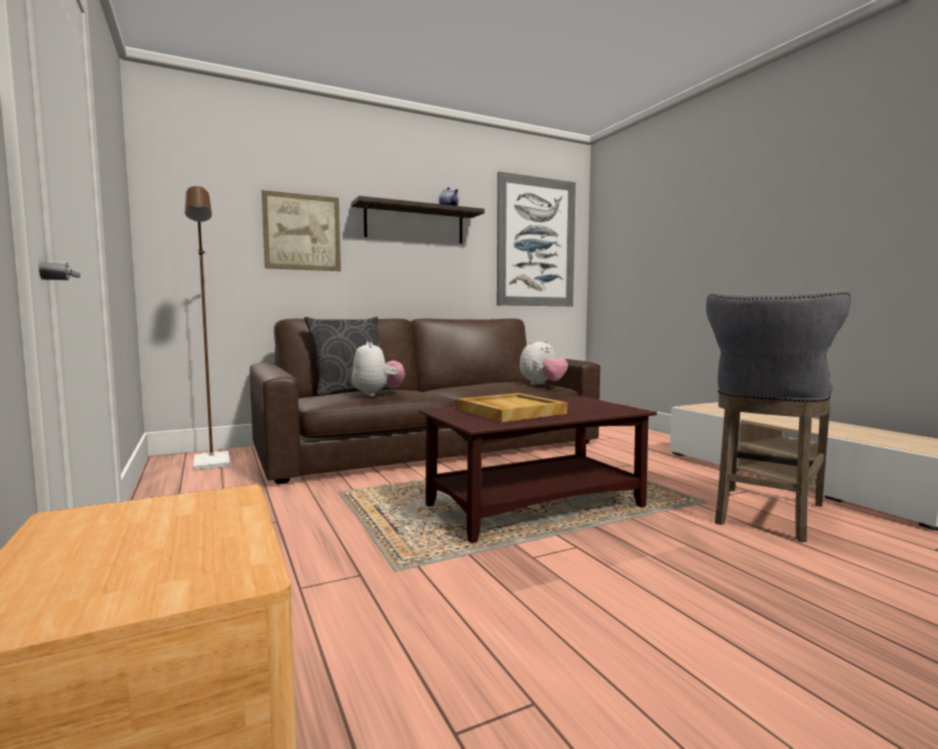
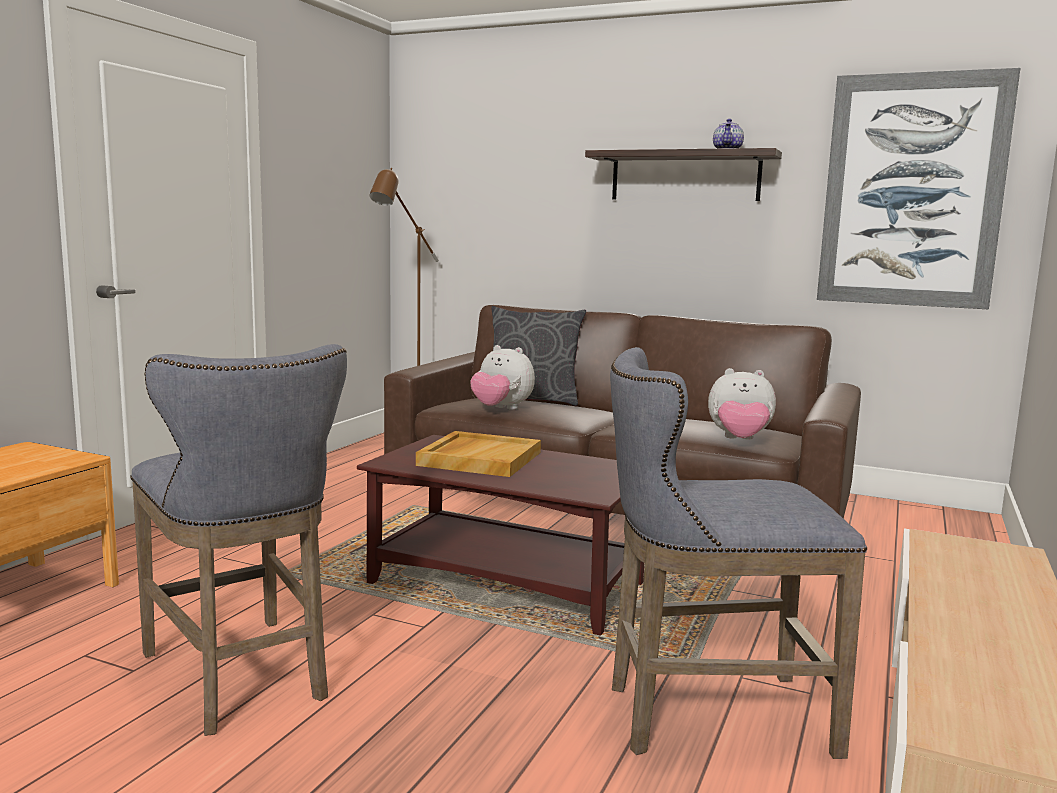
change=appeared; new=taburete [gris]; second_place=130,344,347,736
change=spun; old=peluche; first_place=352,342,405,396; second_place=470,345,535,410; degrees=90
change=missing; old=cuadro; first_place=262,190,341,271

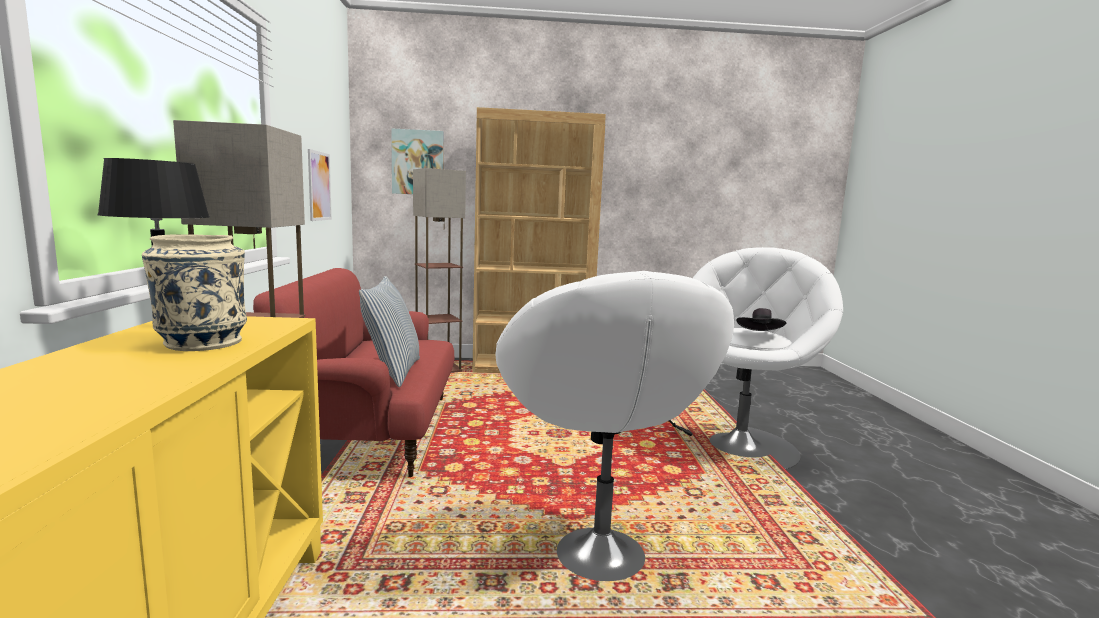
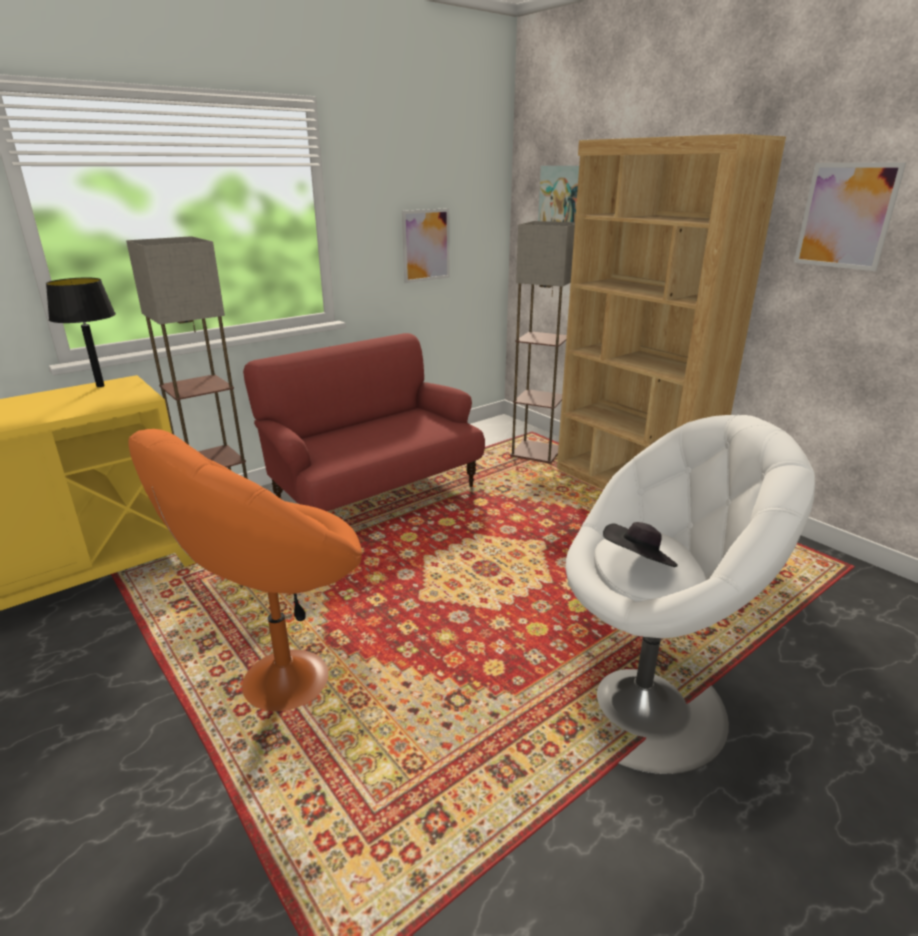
change=colour; old=sillón [blanco]; new=sillón [naranja]; first_place=495,271,734,581; second_place=128,429,362,711
change=appeared; new=cuadro; second_place=794,162,906,271
change=missing; old=florero [beis]; first_place=142,234,247,351
change=missing; old=cojín; first_place=359,276,420,387

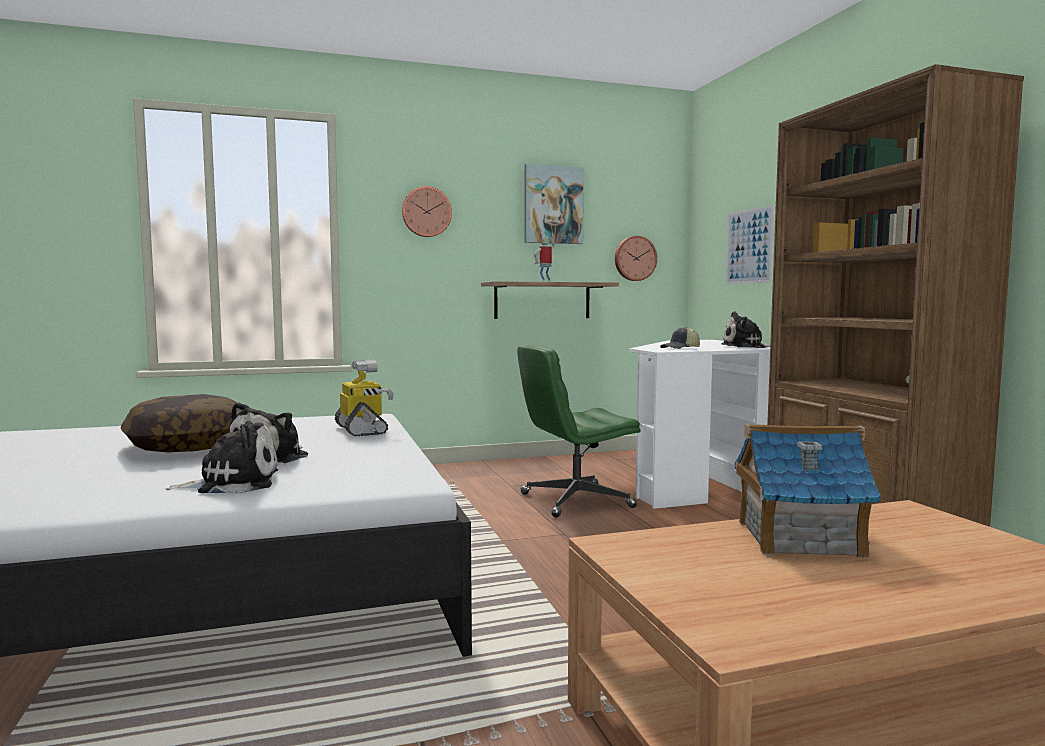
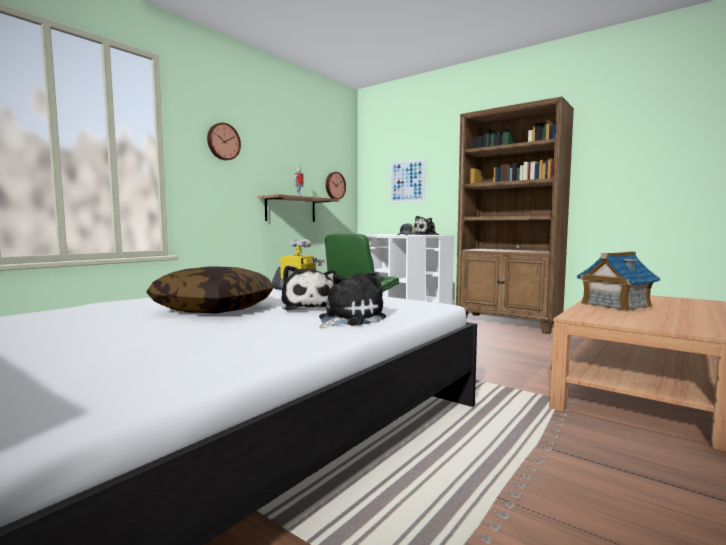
change=missing; old=cuadro; first_place=524,164,584,244

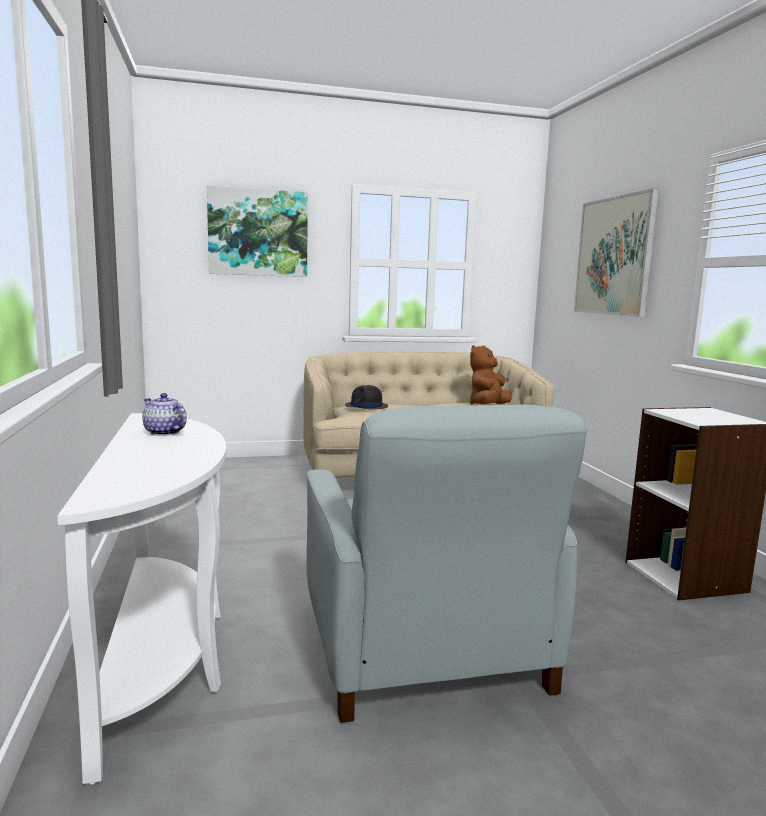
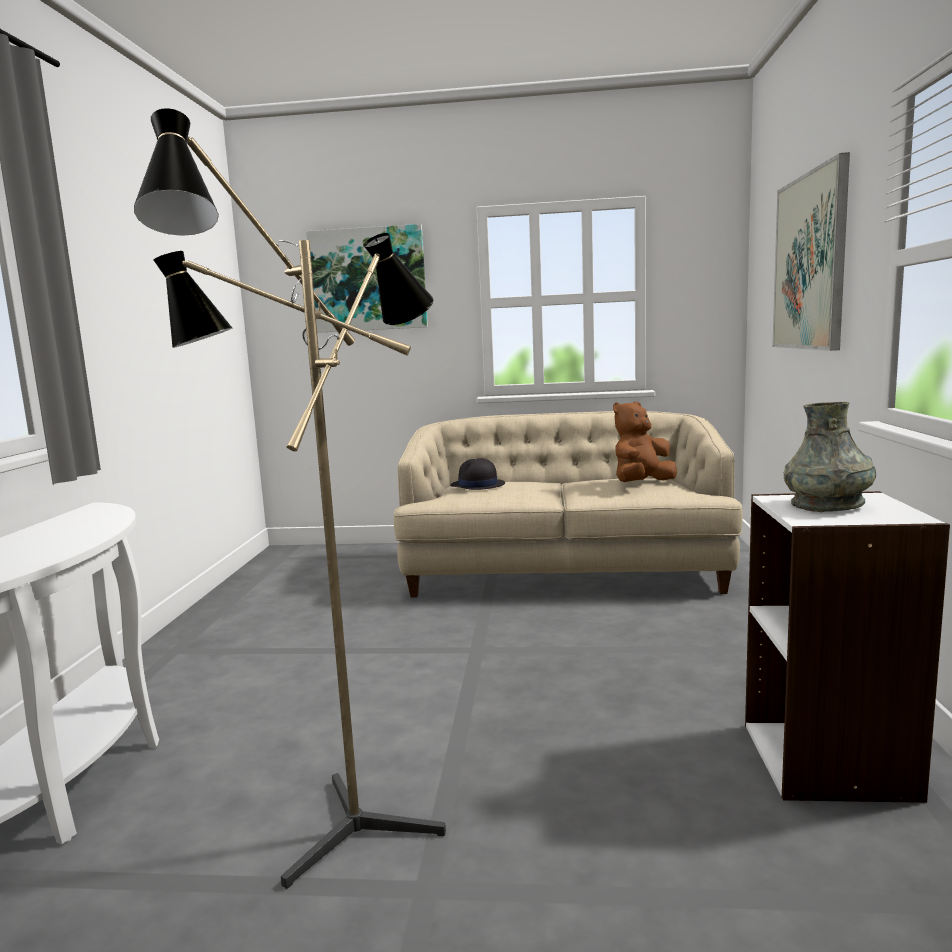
change=exchanged; old=sillón [gris]; new=lámpara de pie; first_place=306,405,587,723; second_place=134,108,446,889
change=appeared; new=florero [gris]; second_place=784,402,876,512
change=missing; old=tetera; first_place=142,393,187,436

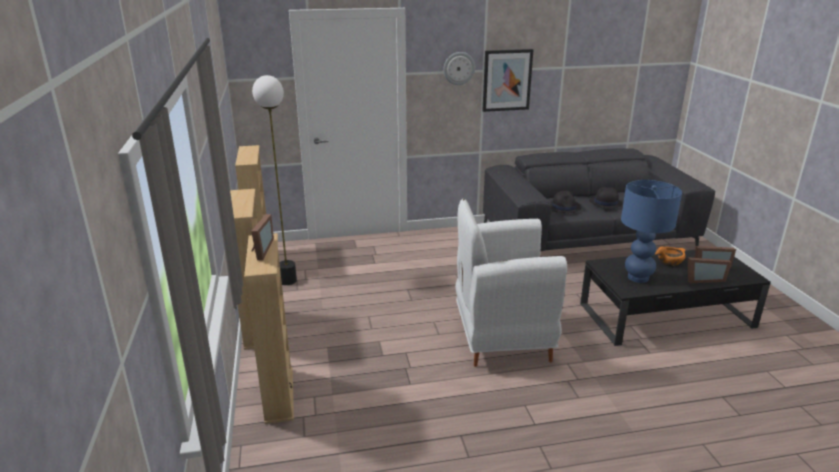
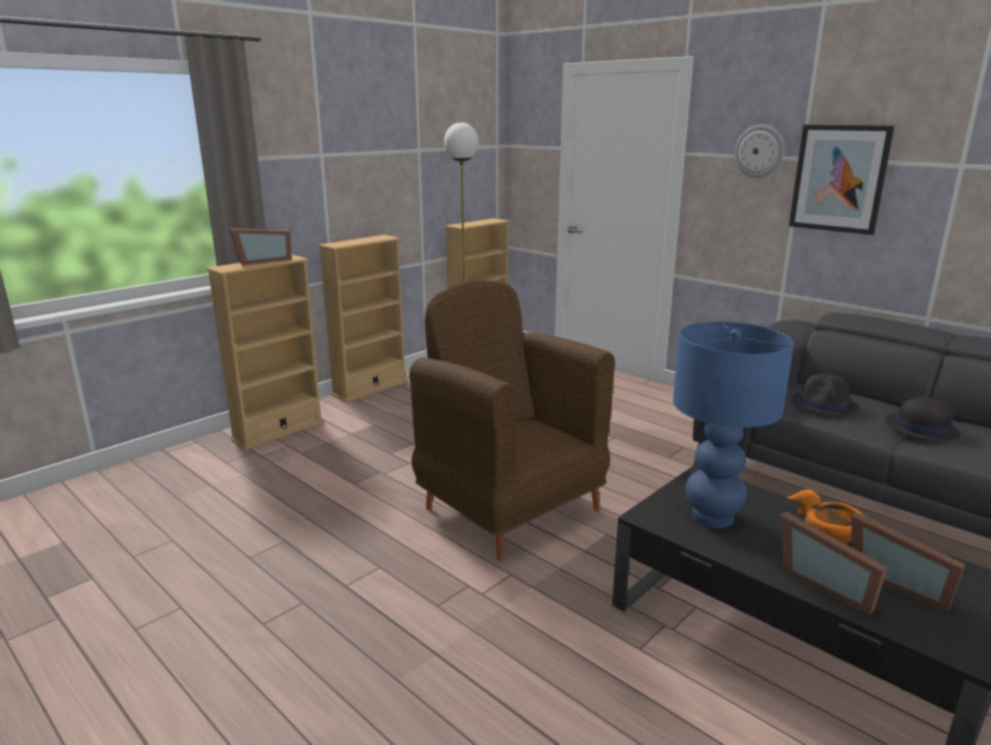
change=colour; old=sillón [blanco]; new=sillón [marrón]; first_place=455,199,567,367; second_place=409,280,615,560

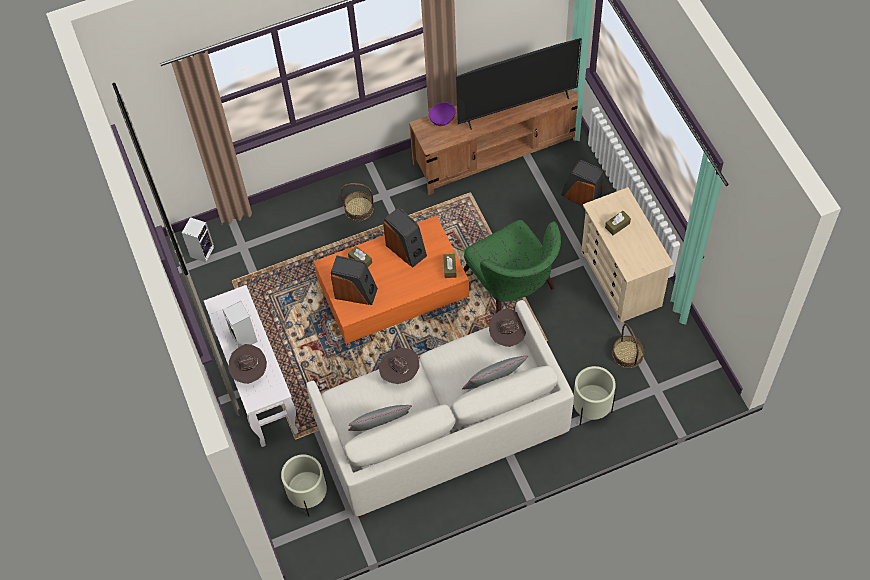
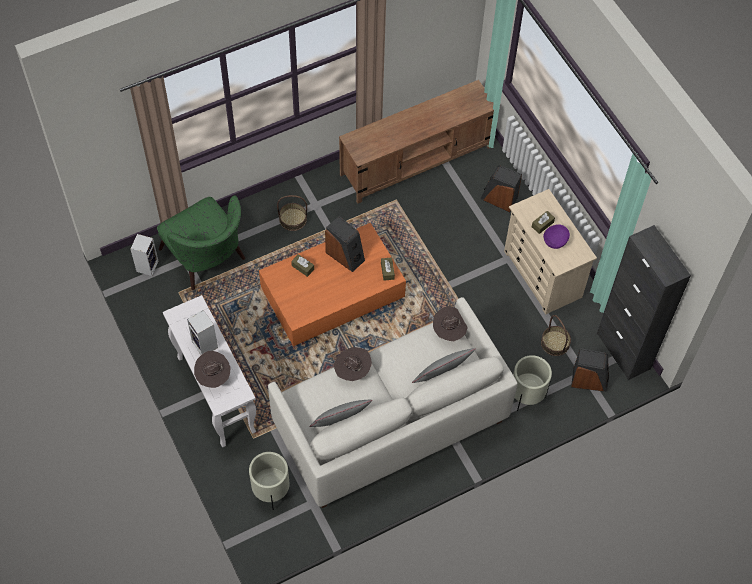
change=relocated; old=sillón [verde]; first_place=463,220,561,313; second_place=157,195,245,290
change=relocated; old=cuenco [morado]; first_place=428,102,456,126; second_place=543,224,570,249
change=relocated; old=altavoz; first_place=331,256,378,305; second_place=571,348,609,392
change=appeared; new=armario [negro]; second_place=597,225,691,380
change=missing; old=televisor; first_place=456,38,582,130

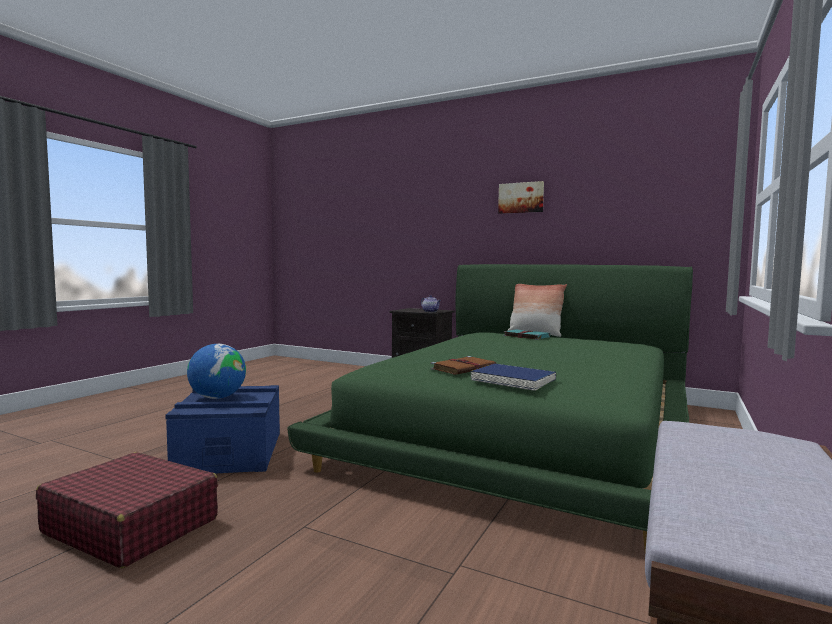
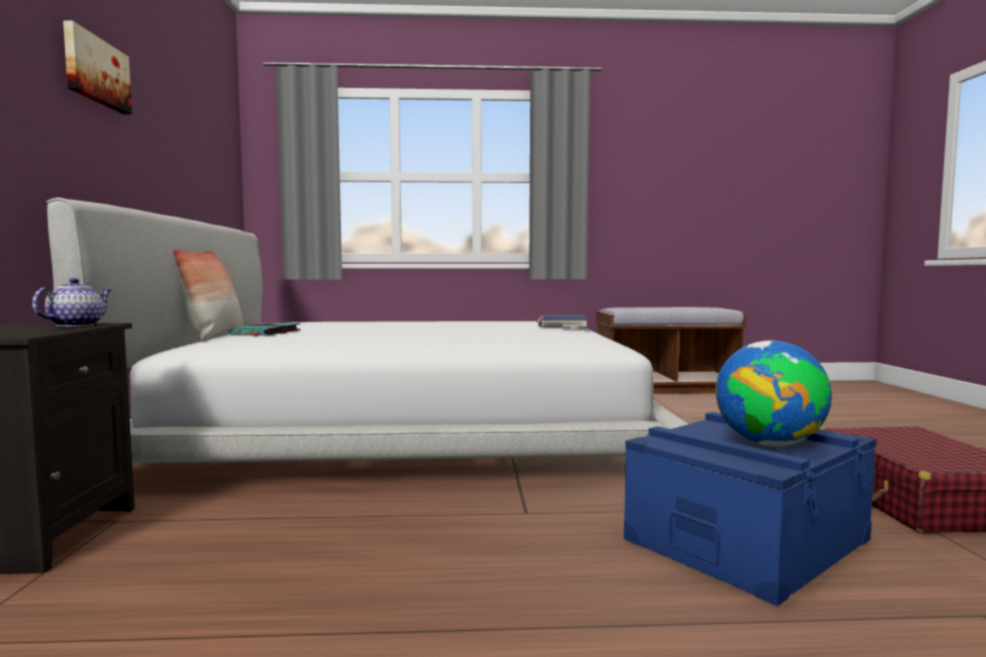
change=colour; old=cama [verde]; new=cama [blanco]; first_place=287,264,693,552; second_place=46,197,688,463
change=missing; old=libro [marrón]; first_place=431,356,496,375

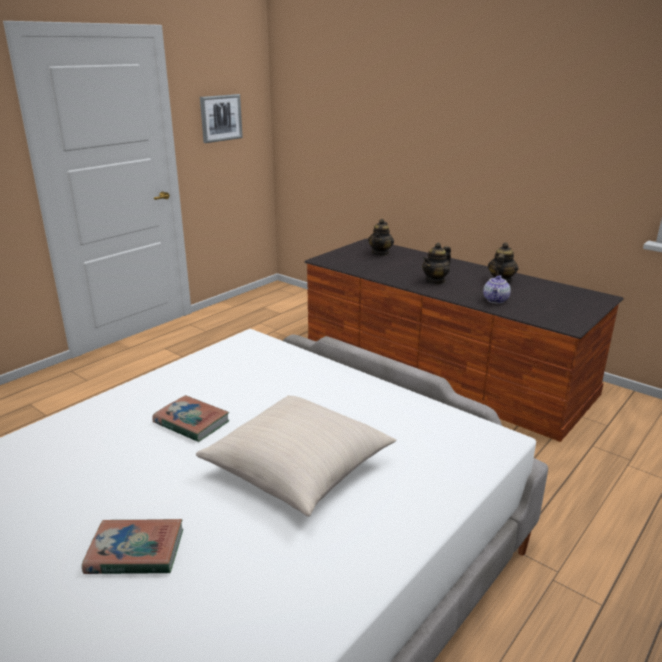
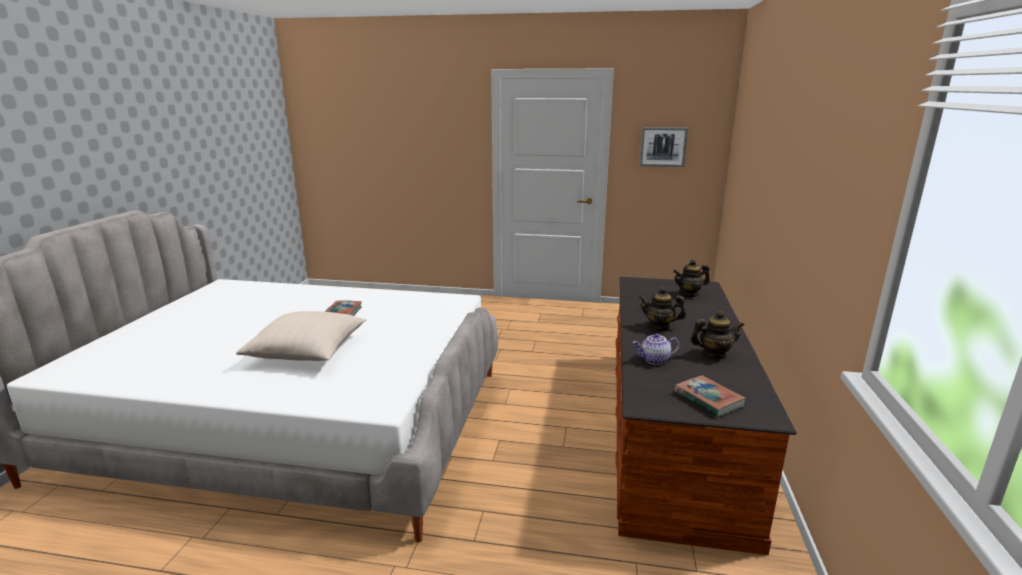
change=relocated; old=libro; first_place=82,519,183,574; second_place=674,375,746,417

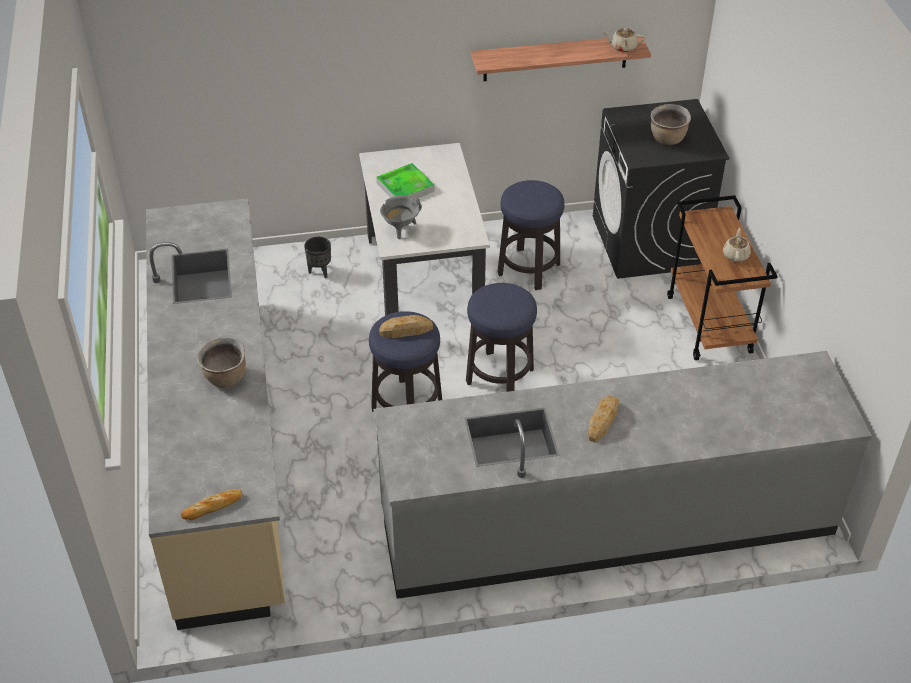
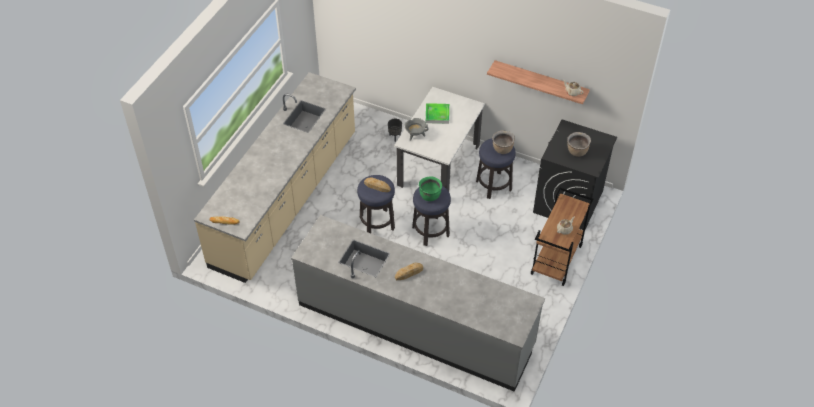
change=appeared; new=olla [verde]; second_place=419,176,442,201
change=relocated; old=olla [marrón]; first_place=197,337,246,387; second_place=492,131,515,154

